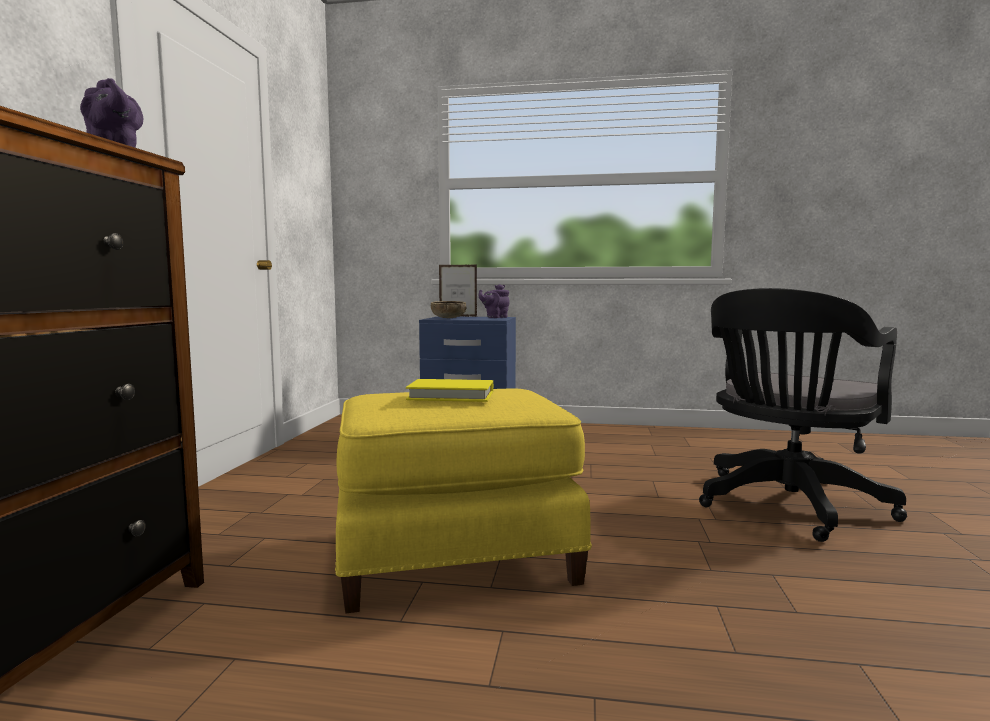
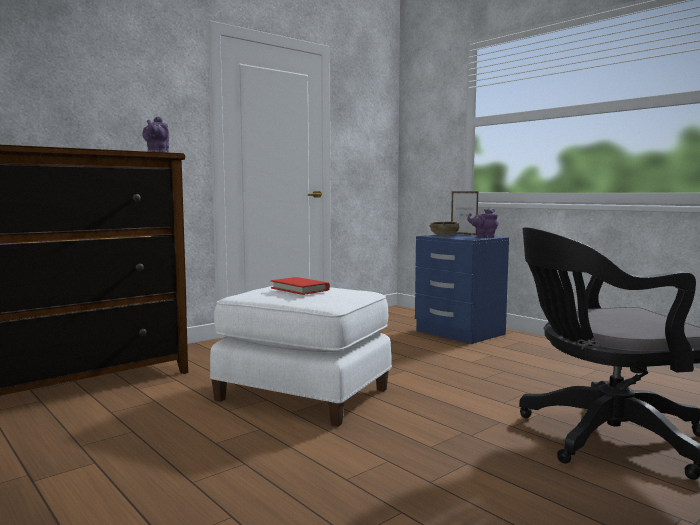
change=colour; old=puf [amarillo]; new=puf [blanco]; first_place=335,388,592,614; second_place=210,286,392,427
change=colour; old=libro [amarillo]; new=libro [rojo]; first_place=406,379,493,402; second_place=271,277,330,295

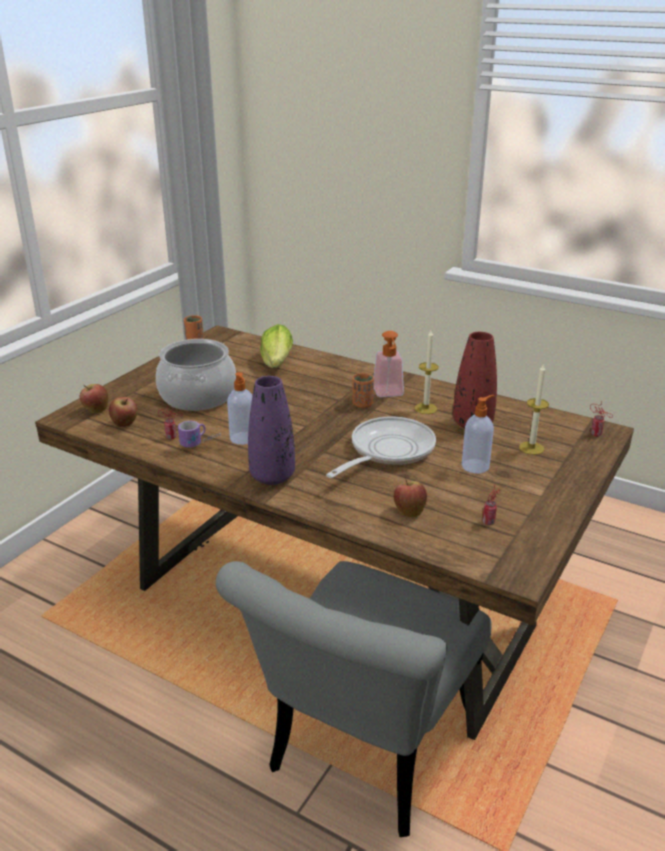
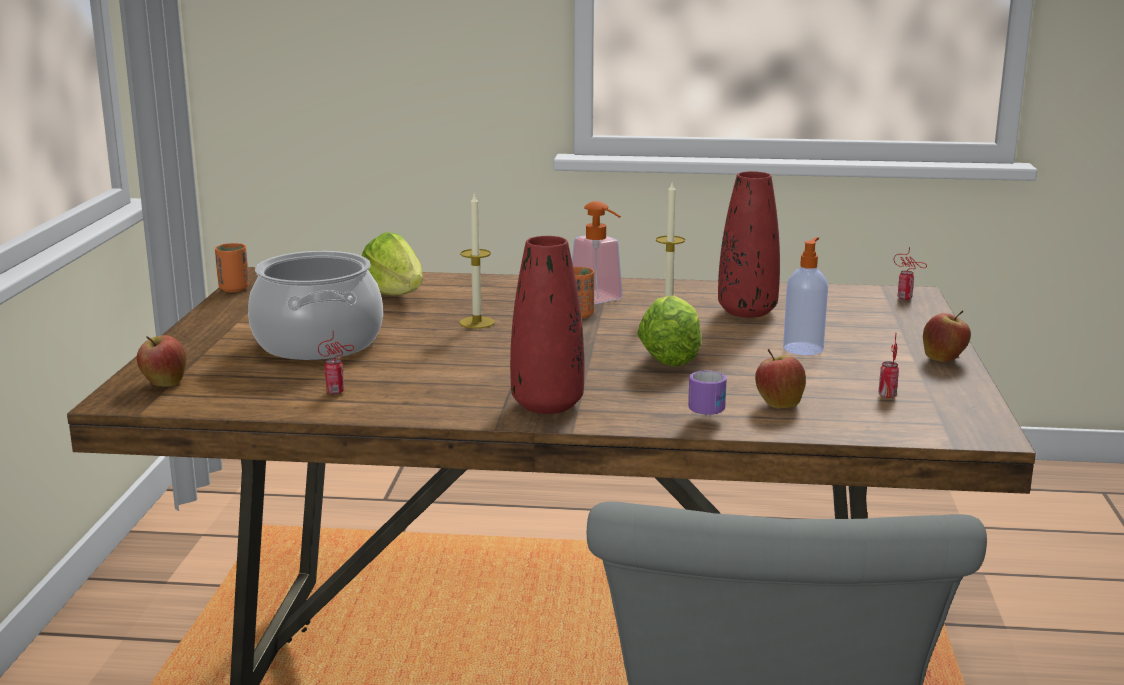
change=relocated; old=vela; first_place=519,363,549,455; second_place=459,192,495,328
change=colour; old=florero [morado]; new=florero [rojo]; first_place=248,376,295,485; second_place=510,236,584,414
change=exchanged; old=sartén; new=lechuga; first_place=326,417,436,478; second_place=637,295,702,366
change=relocated; old=taza grande; first_place=178,421,221,447; second_place=688,371,727,417
change=relocated; old=manzana; first_place=109,397,138,427; second_place=923,311,971,362
change=missing; old=dispensador de jabón; first_place=227,372,252,445

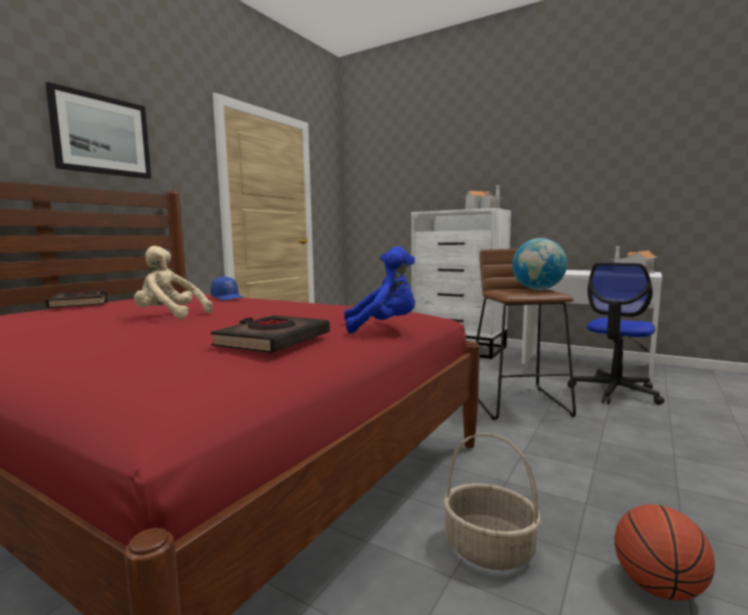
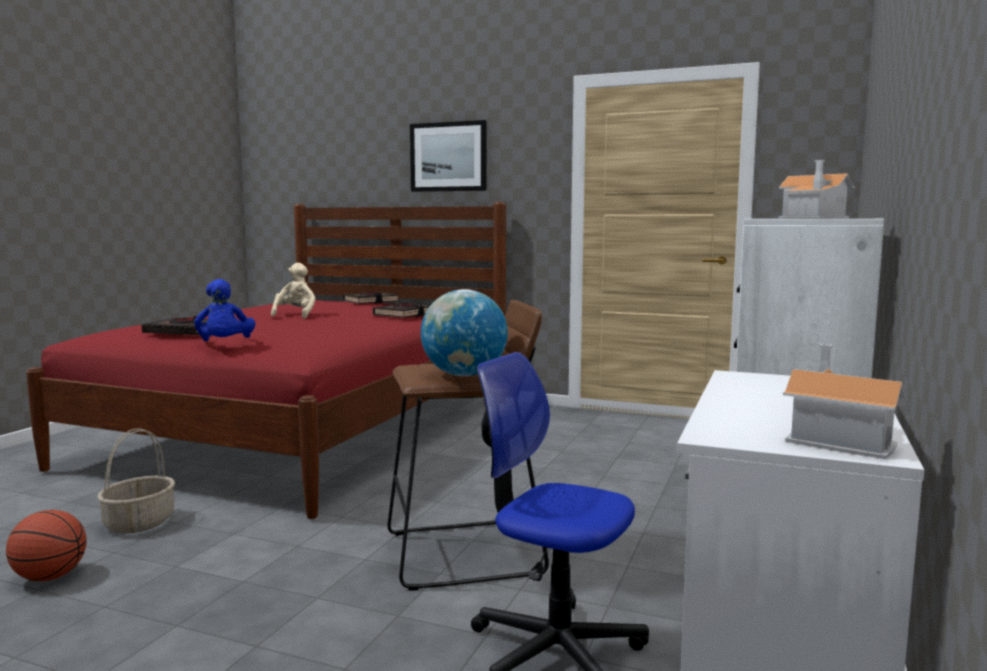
change=exchanged; old=gorra [azul]; new=libro [negro]; first_place=211,276,244,300; second_place=373,303,430,318

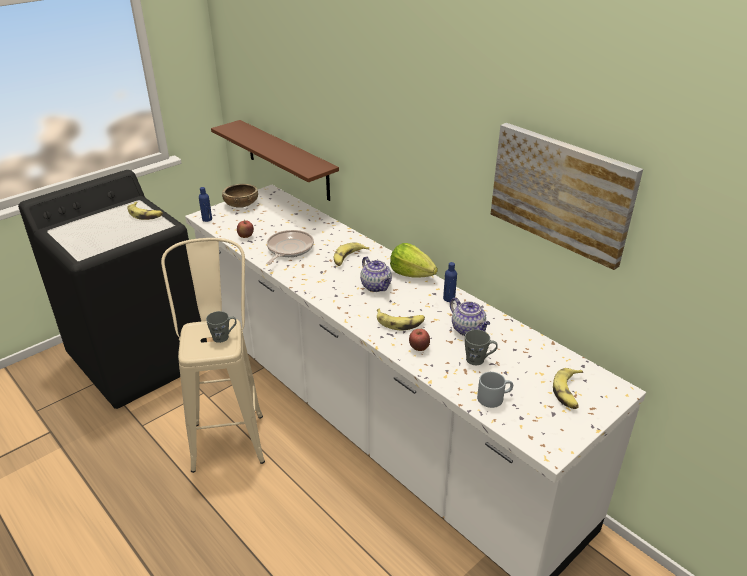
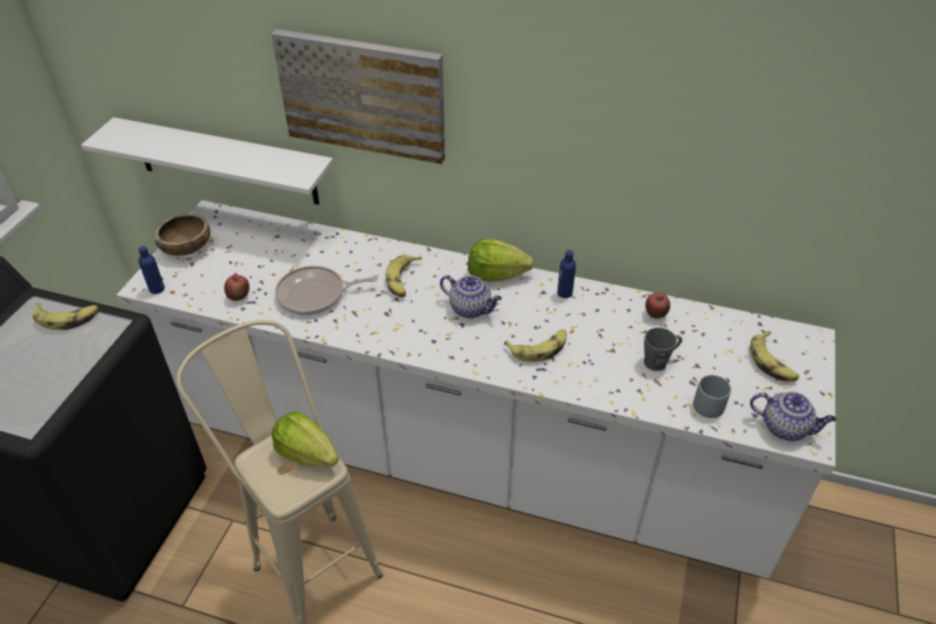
change=colour; old=estante [marrón]; new=estante [blanco]; first_place=211,120,339,201; second_place=81,117,333,205
change=relocated; old=cuadro; first_place=491,123,643,270; second_place=271,29,445,164
change=exchanged; old=taza grande [gris]; new=lechuga; first_place=206,311,237,343; second_place=272,411,339,467
change=spun; old=sartén; first_place=266,230,314,265; second_place=275,266,378,315; degrees=-90
change=relocated; old=manzana; first_place=409,329,430,351; second_place=645,292,670,318
change=relocated; old=tetera; first_place=450,297,490,336; second_place=750,392,836,441

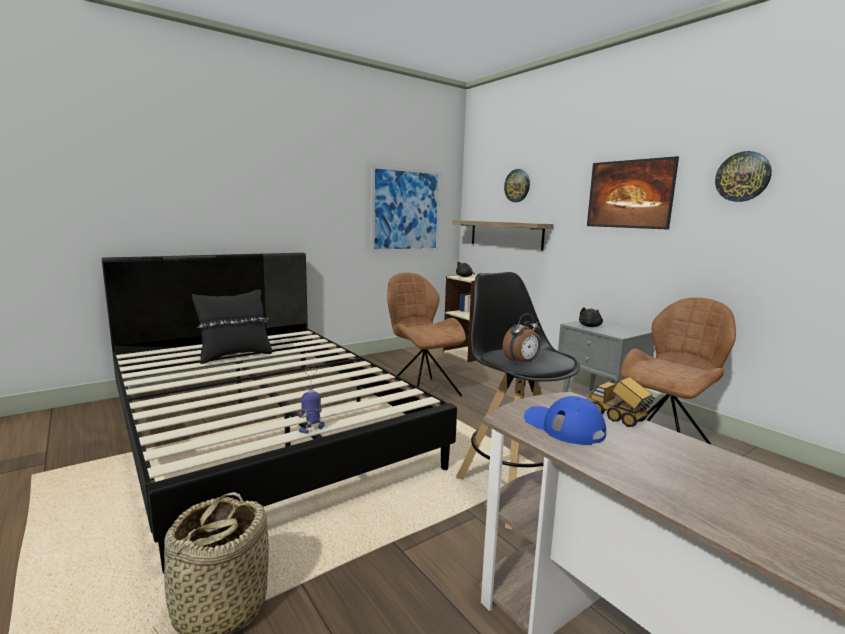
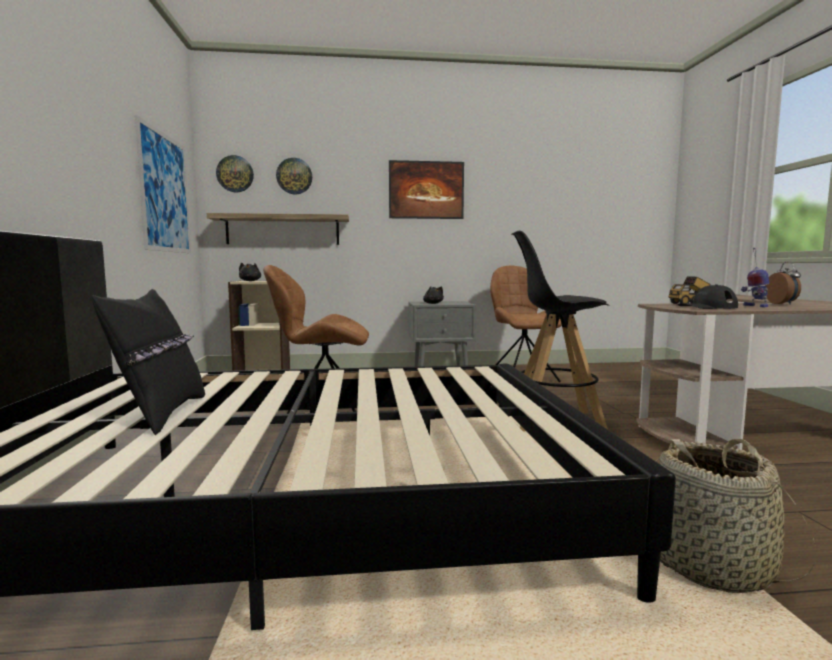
change=relocated; old=reloj de pared; first_place=715,151,772,202; second_place=216,155,254,192
change=colour; old=gorra [azul]; new=gorra [negro]; first_place=524,396,606,445; second_place=678,284,738,309
change=relocated; old=robot de juguete; first_place=297,368,325,434; second_place=741,248,769,307
change=relocated; old=despertador; first_place=503,314,541,365; second_place=765,262,801,305

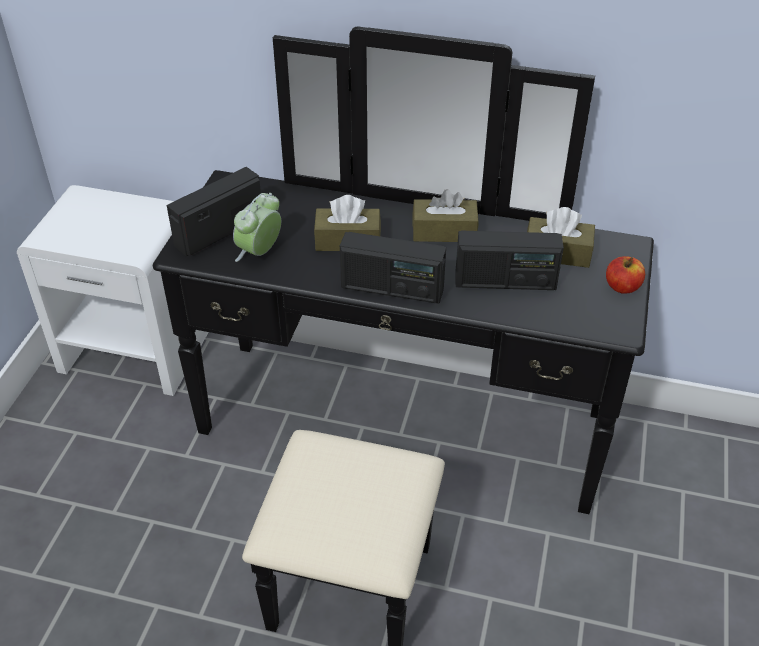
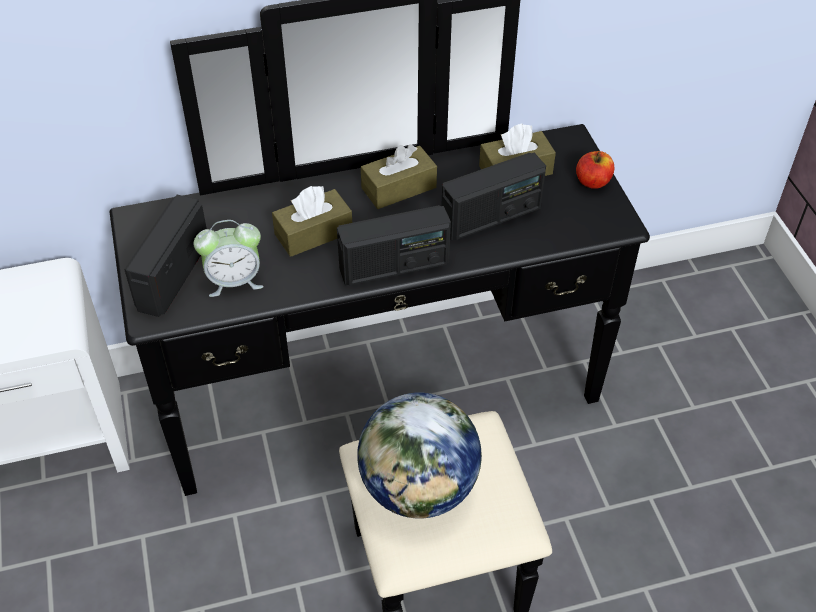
change=spun; old=despertador; first_place=233,193,281,262; second_place=194,220,264,297; degrees=-105
change=appeared; new=globo terráqueo; second_place=357,393,482,518

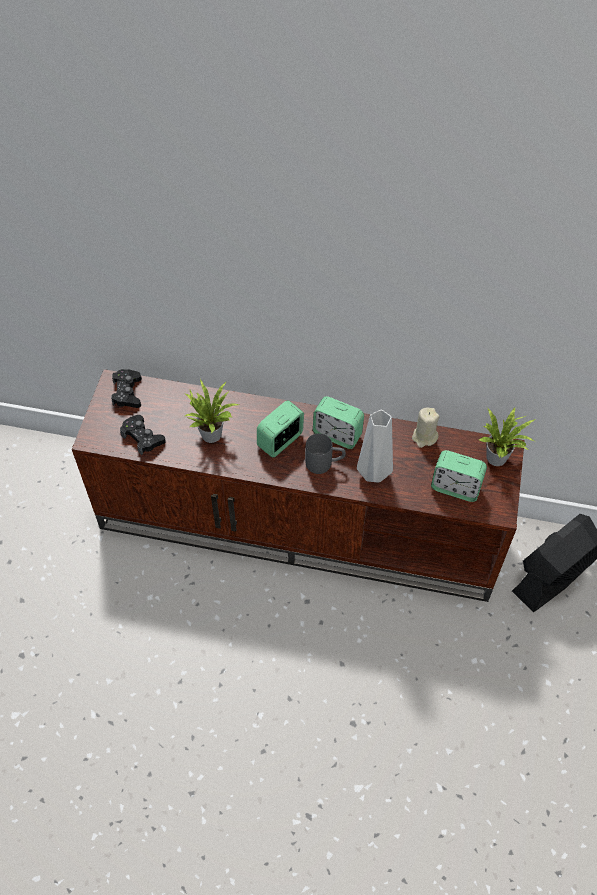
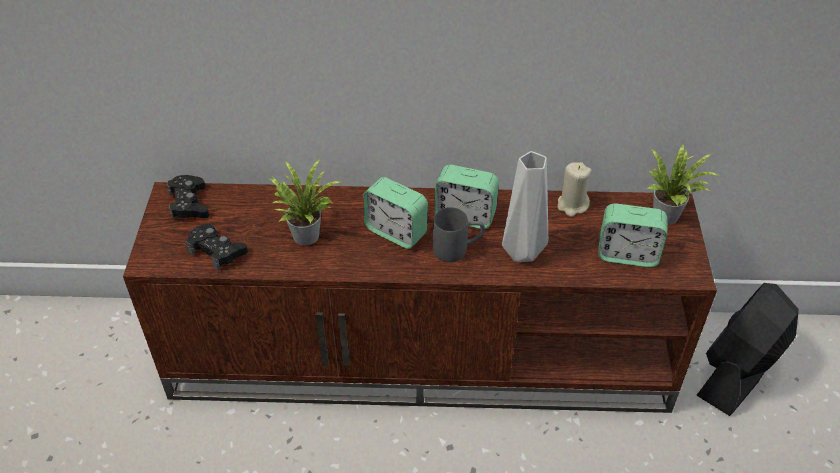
change=spun; old=despertador; first_place=257,400,304,457; second_place=363,177,428,249; degrees=-90

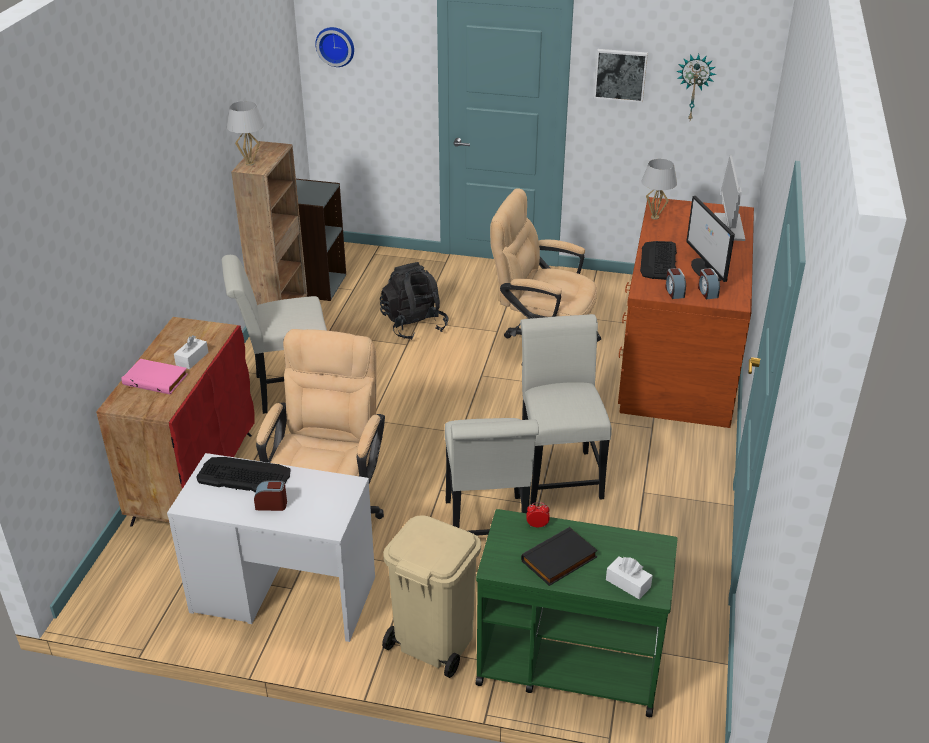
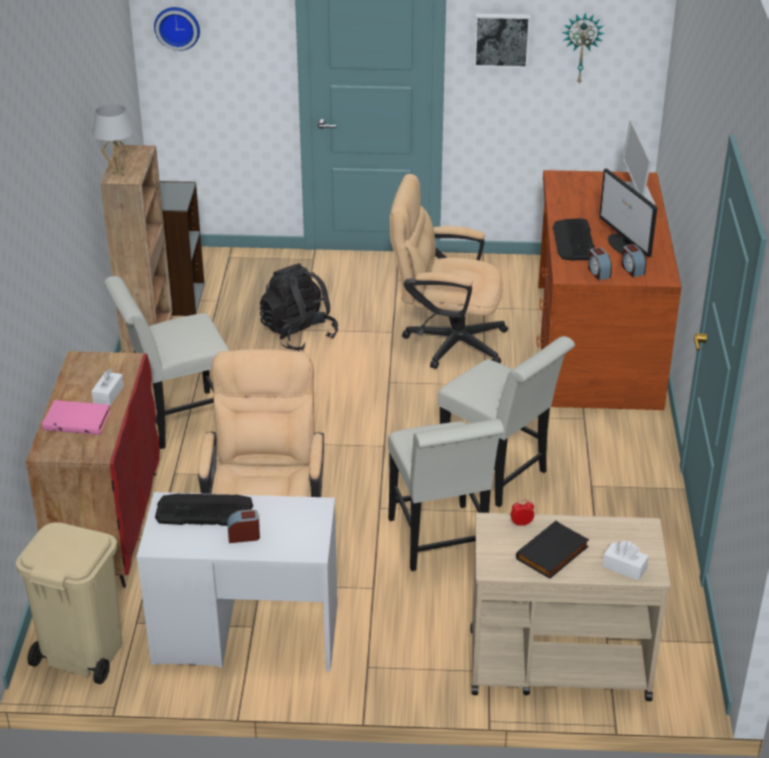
change=relocated; old=papelera [beis]; first_place=382,515,481,678; second_place=16,522,123,684
change=spun; old=silla [blanco]; first_place=520,314,612,505; second_place=438,336,575,507; degrees=150
change=colour; old=carrito [verde]; new=carrito [beis]; first_place=476,509,677,717; second_place=470,513,671,701
change=missing; old=lámpara de mesa [blanco]; first_place=641,159,677,220

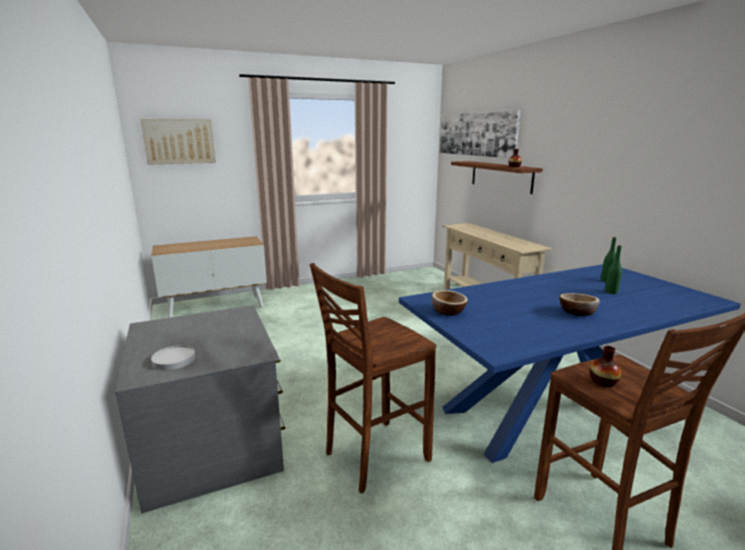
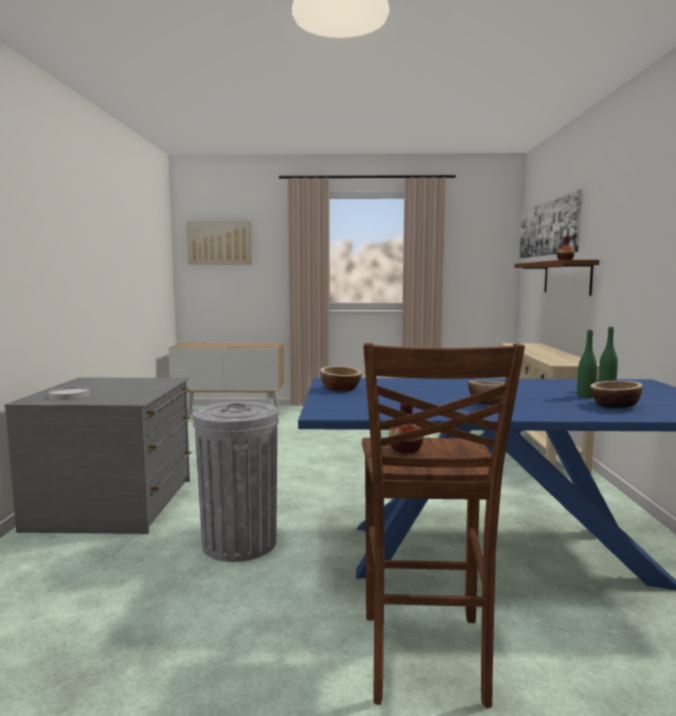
change=exchanged; old=taburete [marrón]; new=papelera [gris]; first_place=310,263,436,493; second_place=193,402,279,562
change=appeared; new=cuenco; second_place=590,381,643,408

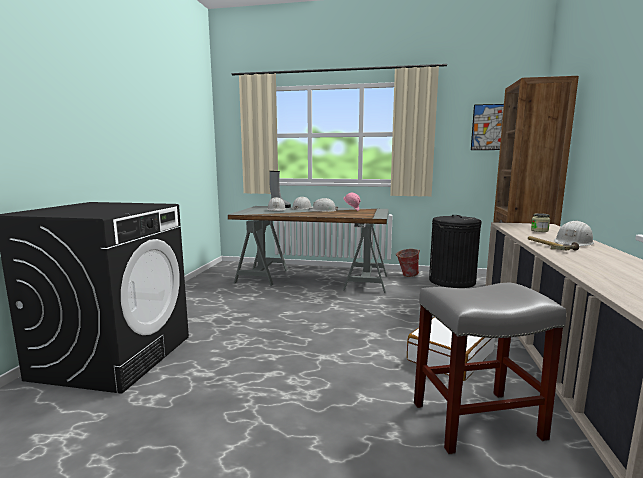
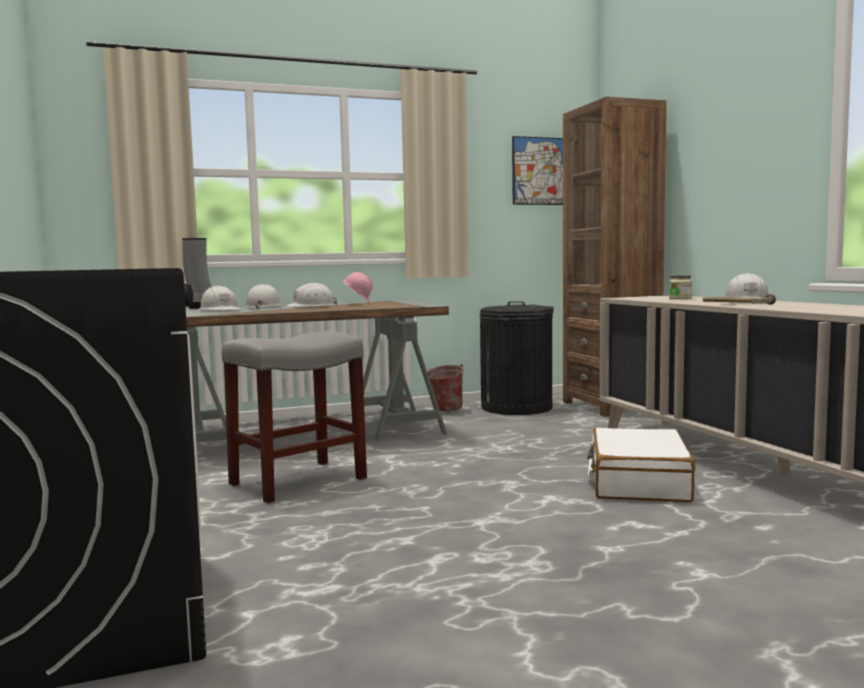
change=relocated; old=taburete [gris]; first_place=414,282,566,455; second_place=222,331,367,504

